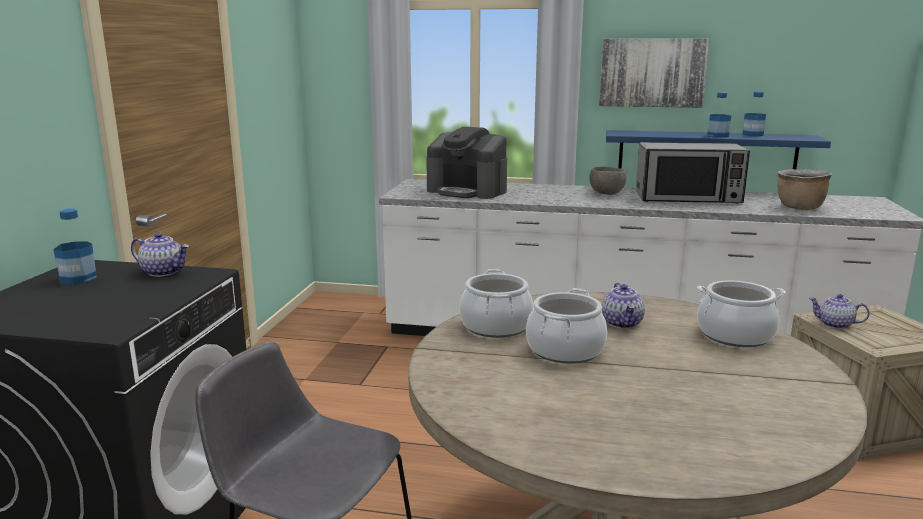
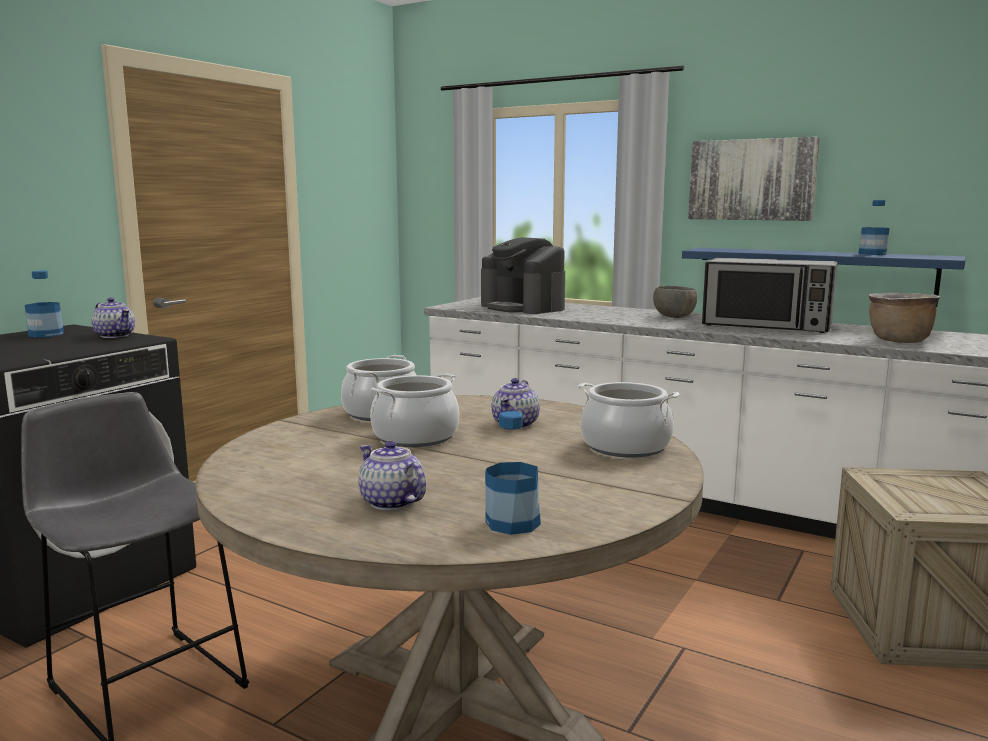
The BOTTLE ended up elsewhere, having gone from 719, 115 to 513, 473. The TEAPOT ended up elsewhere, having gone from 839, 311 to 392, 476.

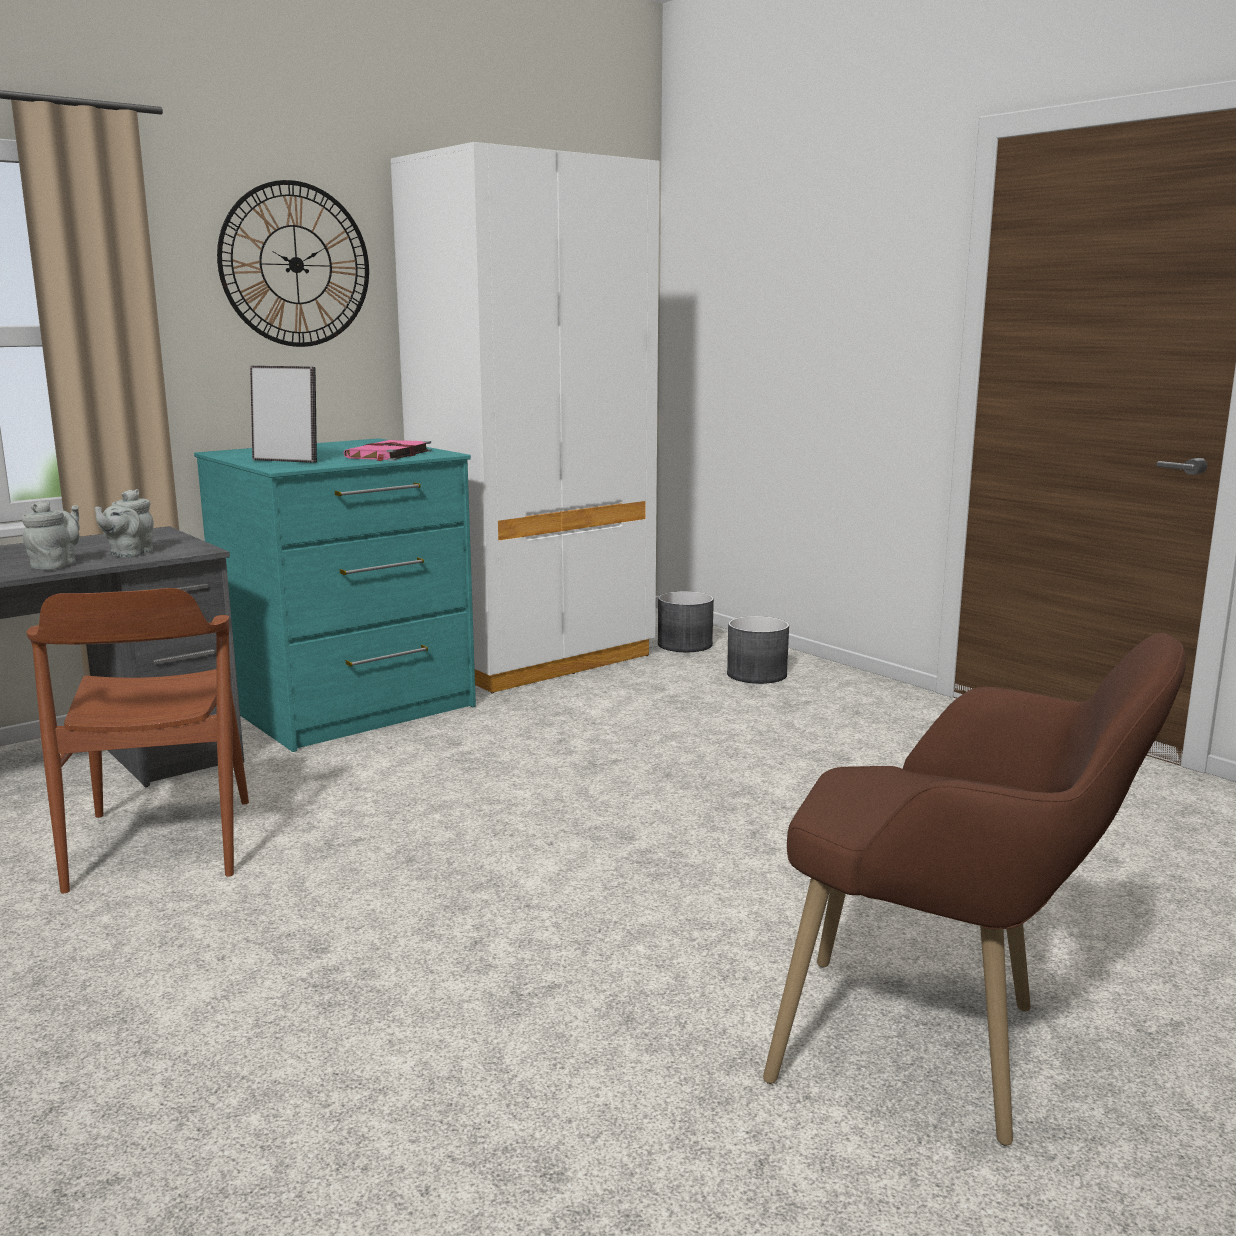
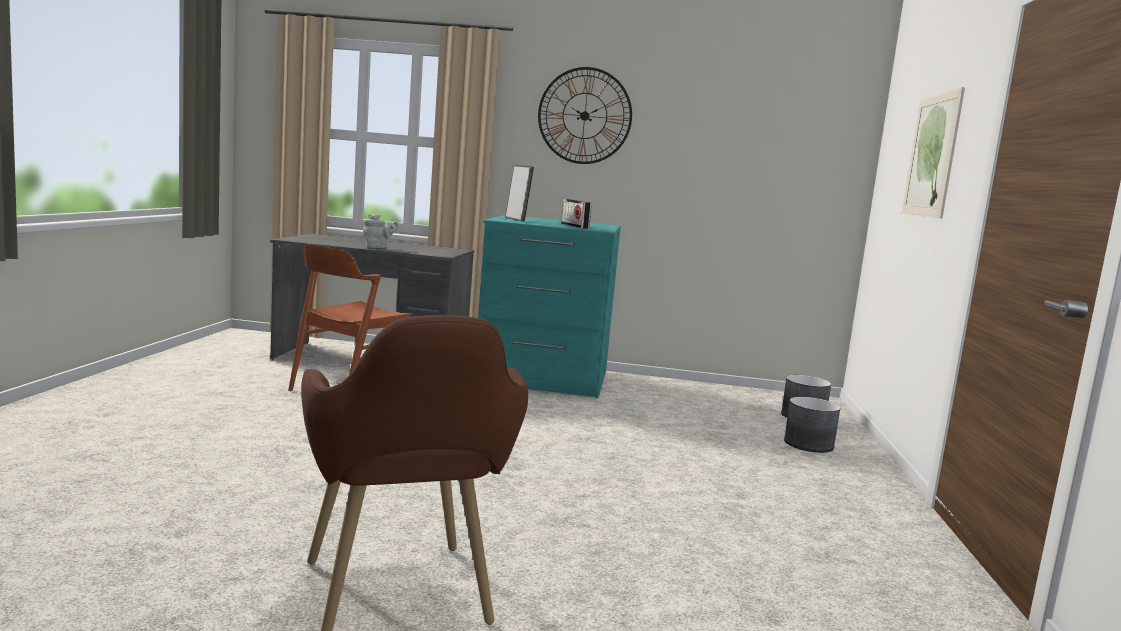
The second view lost the WHITE WARDROBE at 525, 418. Where the PINK BOOK stood at 388, 450, the RADIO came to stand at 576, 214. The second view lost the GREY TEAPOT at 124, 523. The second view gained the PICTURE at 933, 152.

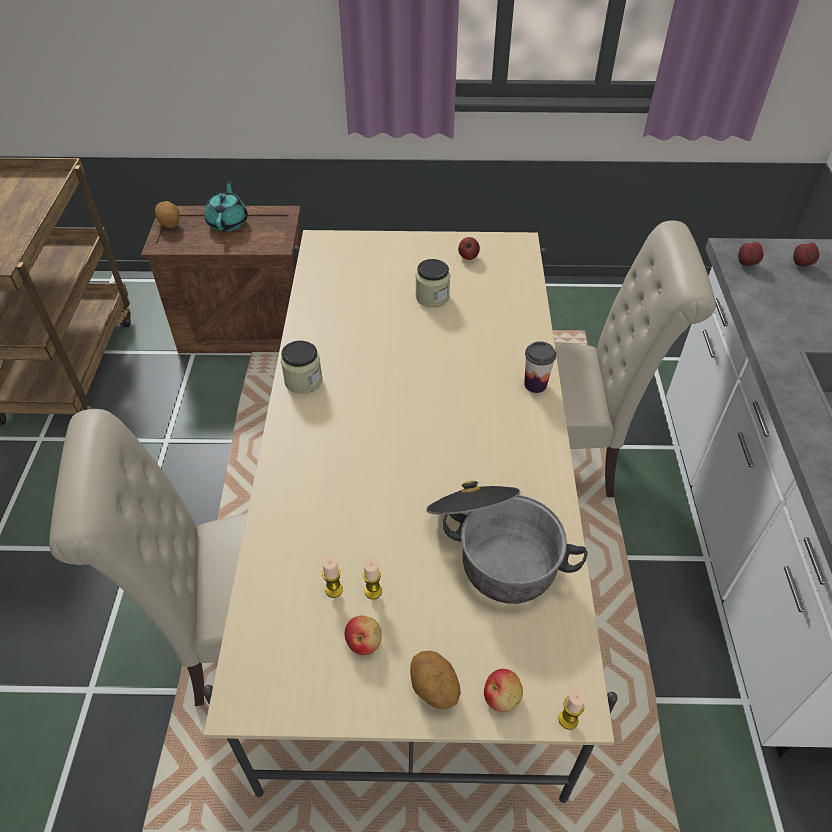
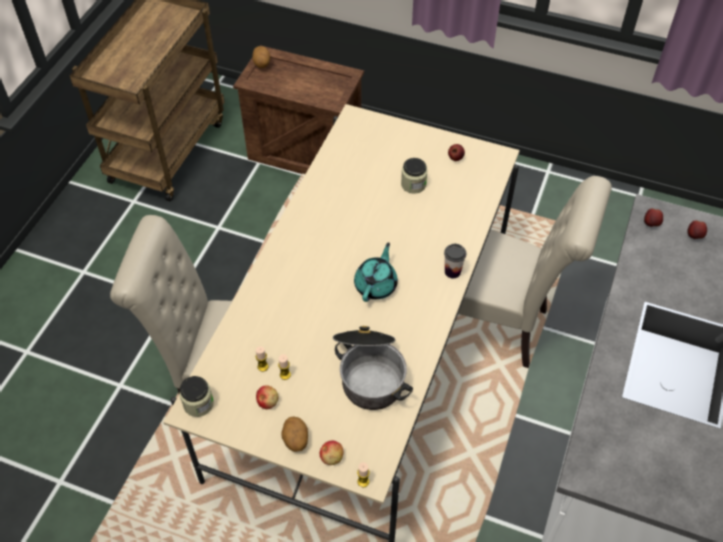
The TURQUOISE TEAPOT ended up elsewhere, having gone from 226, 206 to 376, 272. The JAR ended up elsewhere, having gone from 301, 367 to 196, 396.

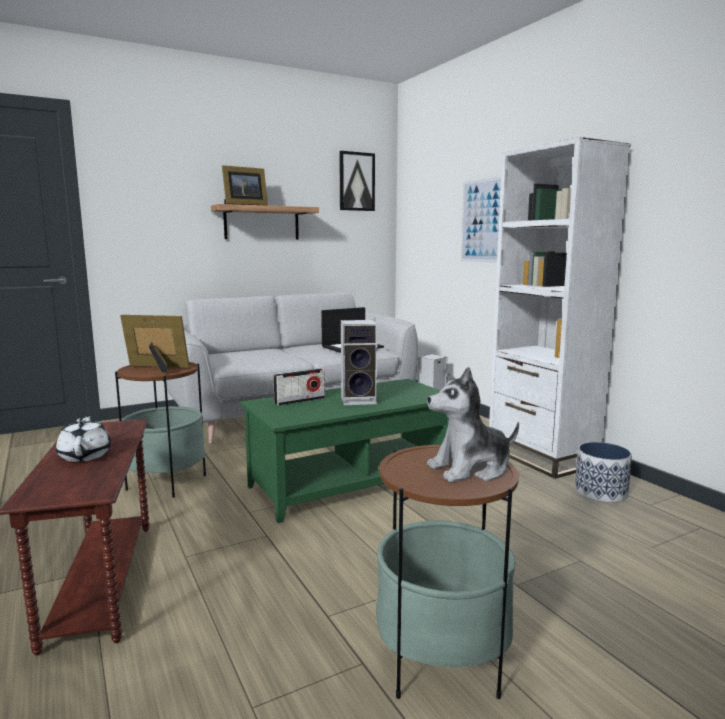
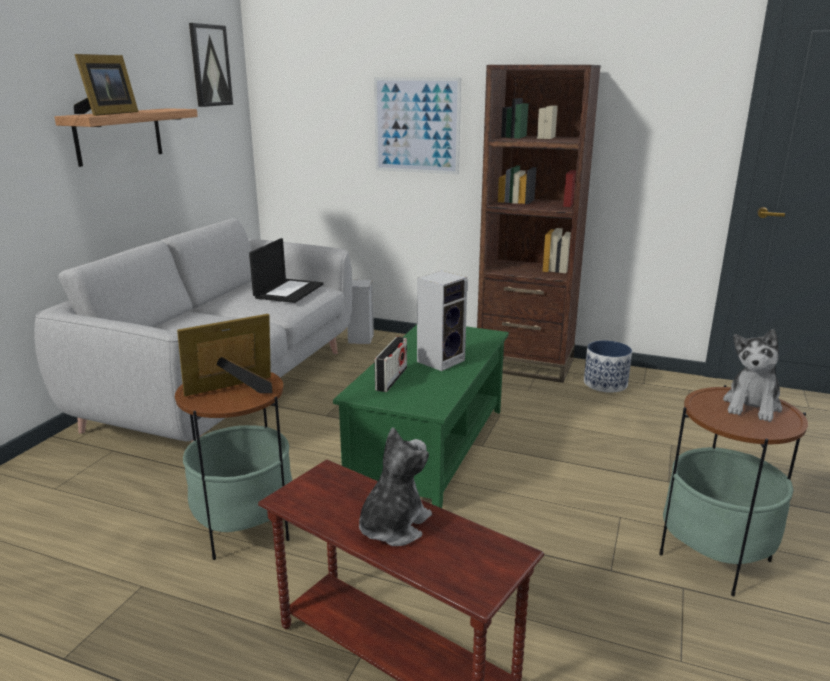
What was the WHITE BOOKCASE at 560, 308 turned into the BROWN BOOKCASE at 539, 224. Where the WHITE TEAPOT stood at 83, 438, the PLUSH TOY came to stand at 395, 487.

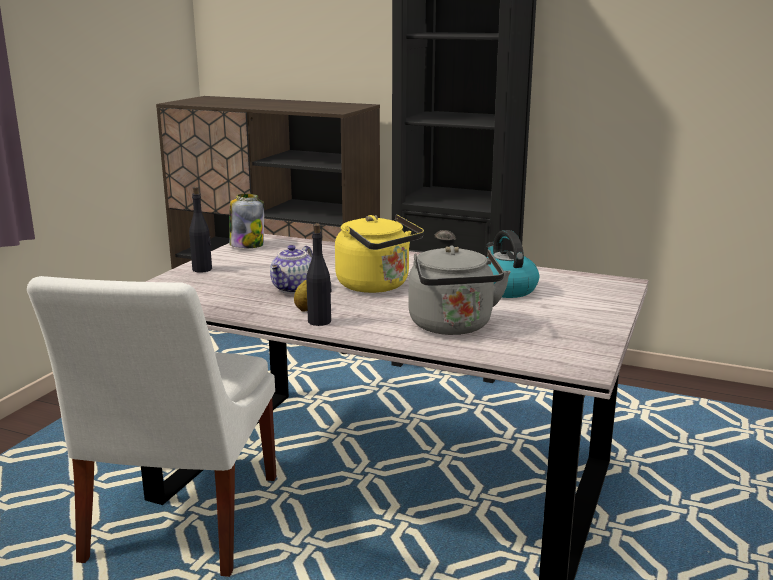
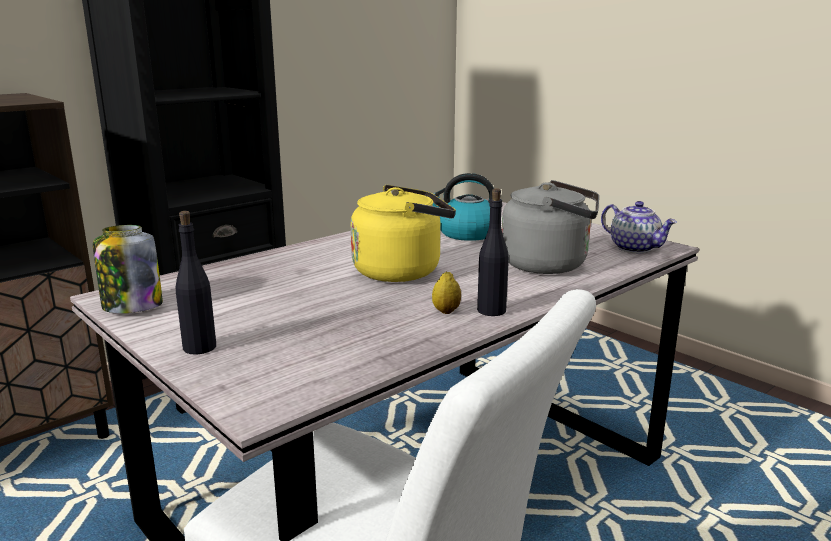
The TEAPOT ended up elsewhere, having gone from 291, 269 to 639, 227.

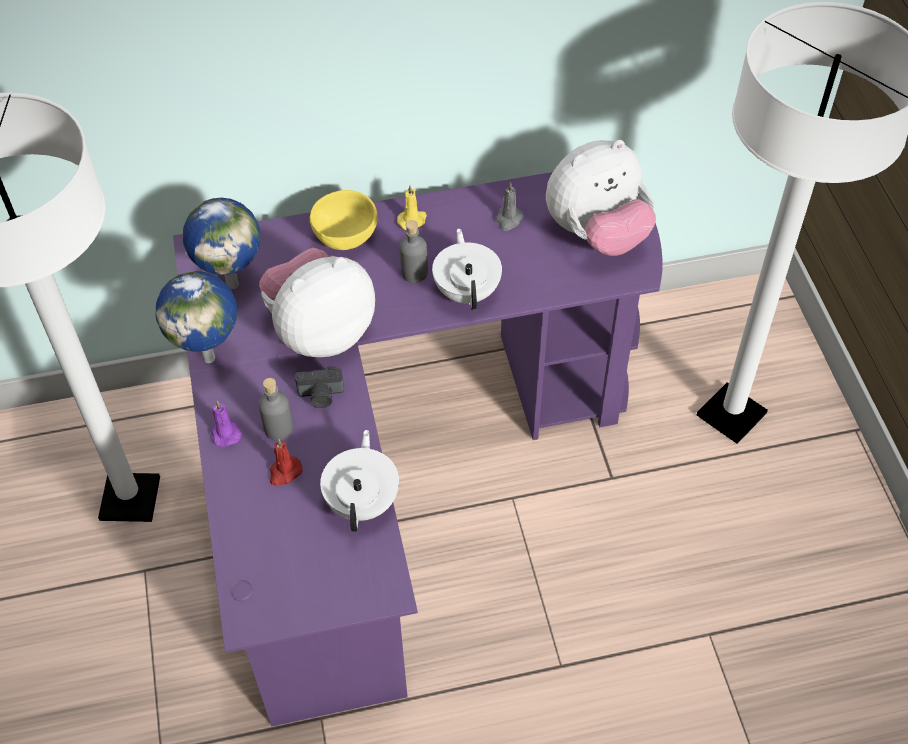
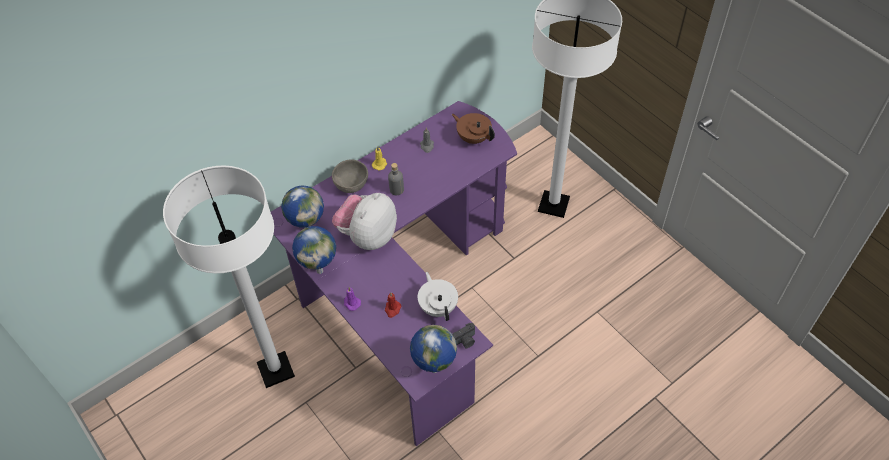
Where the PLUSH TOY stood at 601, 198, the BROWN TEAPOT came to stand at 473, 128. What was the YELLOW BOWL at 344, 220 turned into the GREY BOWL at 350, 176. The second view lost the WHITE TEAPOT at 467, 269. The PHOTO CAMERA ended up elsewhere, having gone from 319, 387 to 463, 335. The second view lost the GREY BOTTLE at 276, 409. The second view gained the GLOBE at 433, 349.

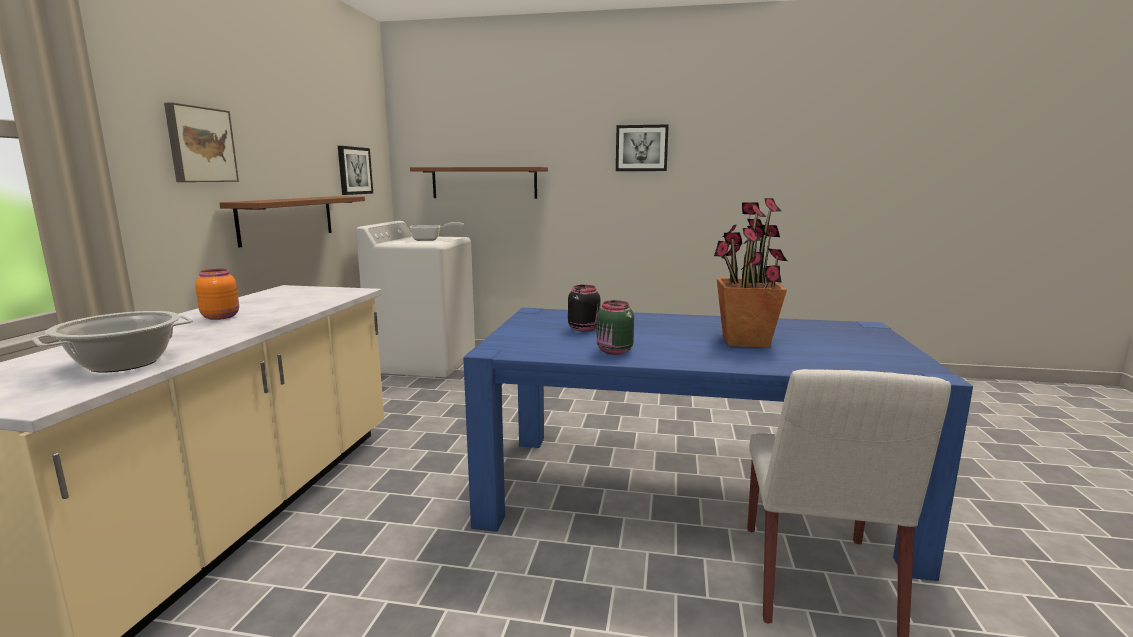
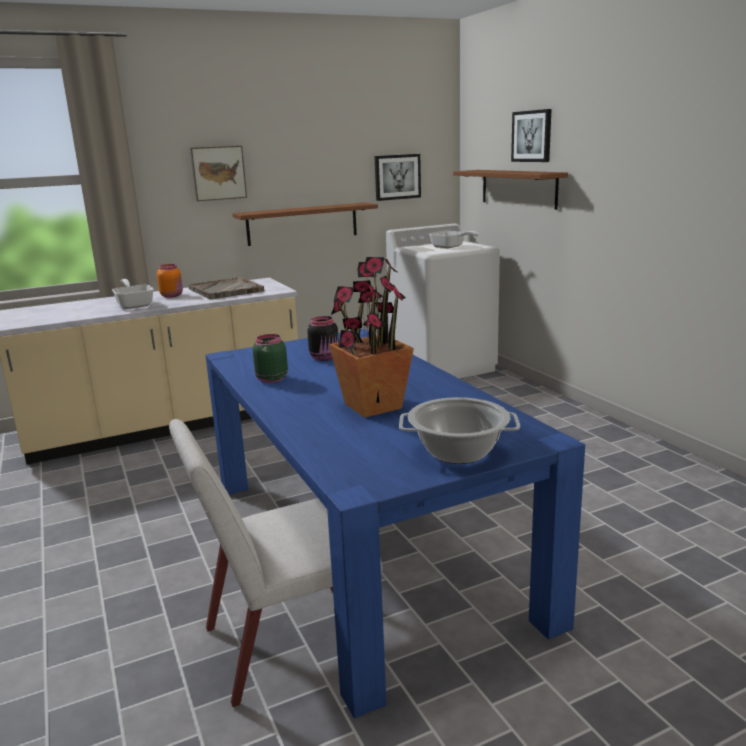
The PICTURE ended up elsewhere, having gone from 642, 147 to 531, 135. The COOKING POT ended up elsewhere, having gone from 112, 342 to 459, 430. The second view gained the GREY TRAY at 226, 288. The second view gained the FRYING PAN at 133, 294.

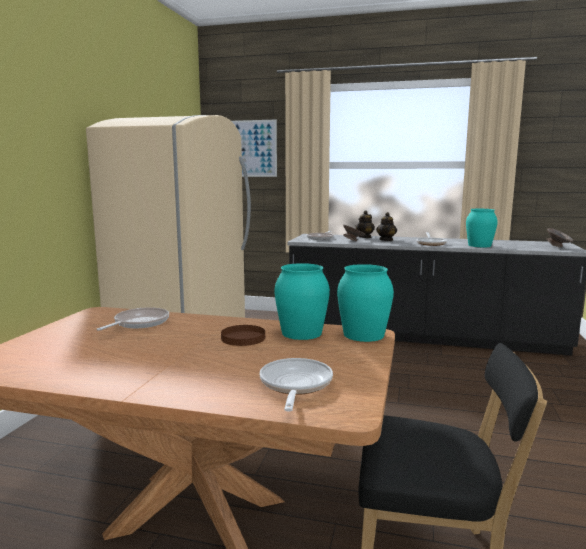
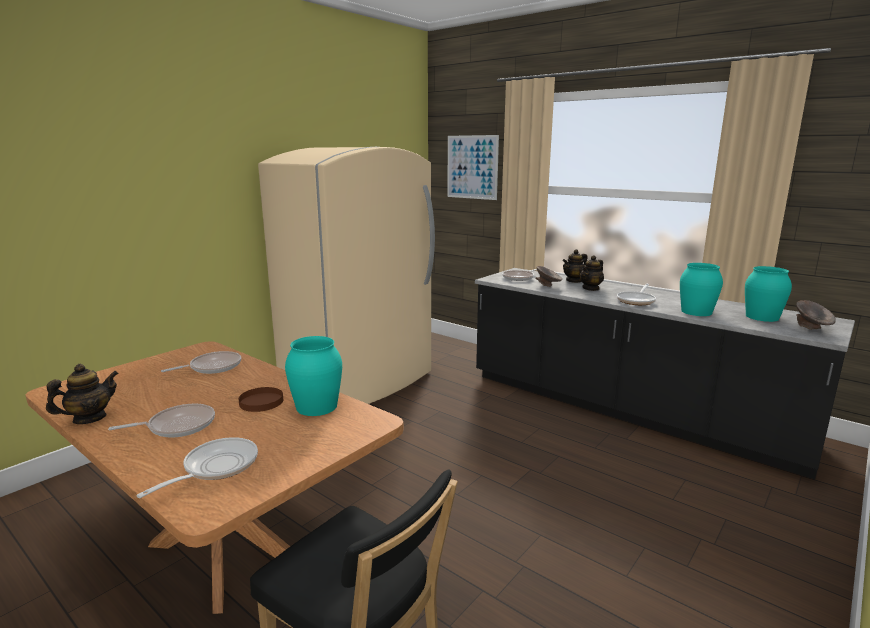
The TURQUOISE VASE ended up elsewhere, having gone from 365, 303 to 768, 294. The second view gained the TEAPOT at 82, 394. The second view gained the FRYING PAN at 161, 421.

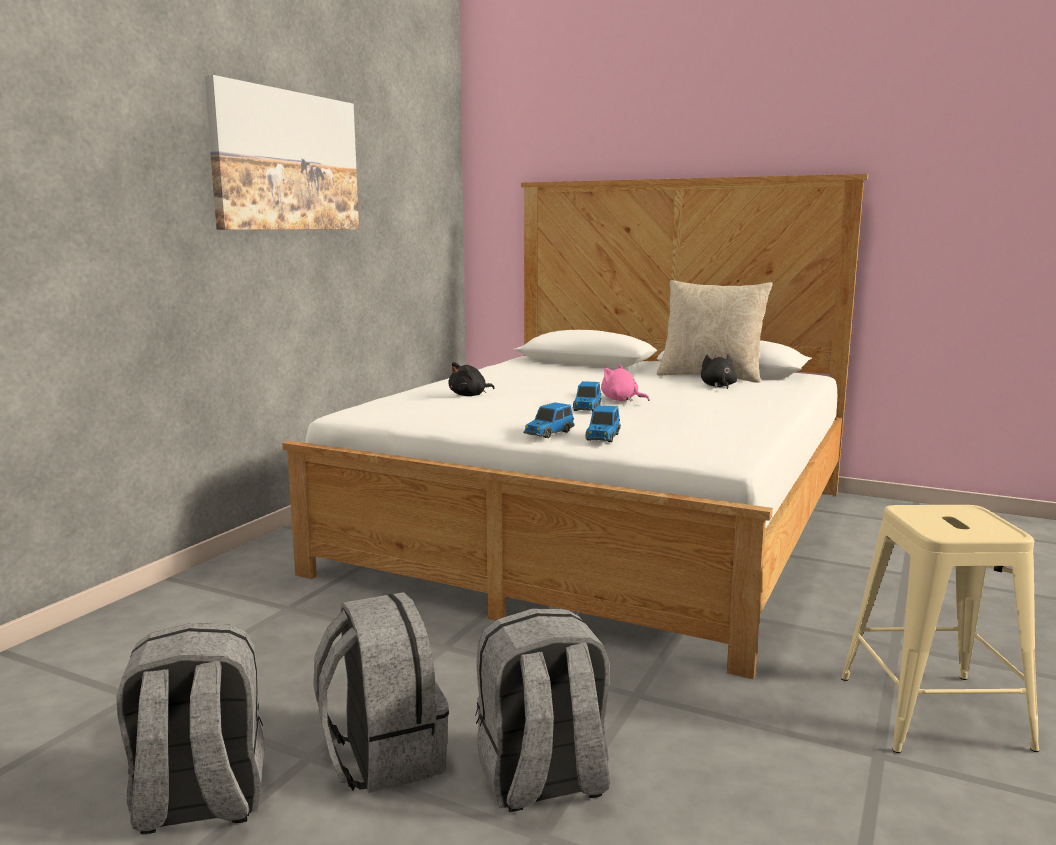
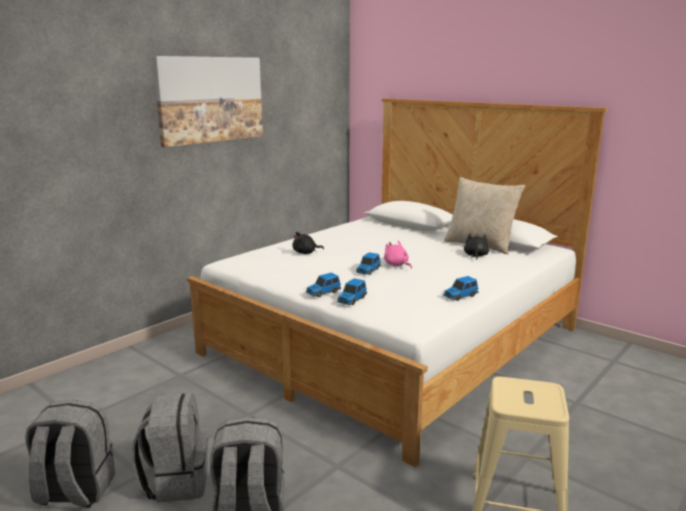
The second view gained the TOY CAR at 460, 288.

